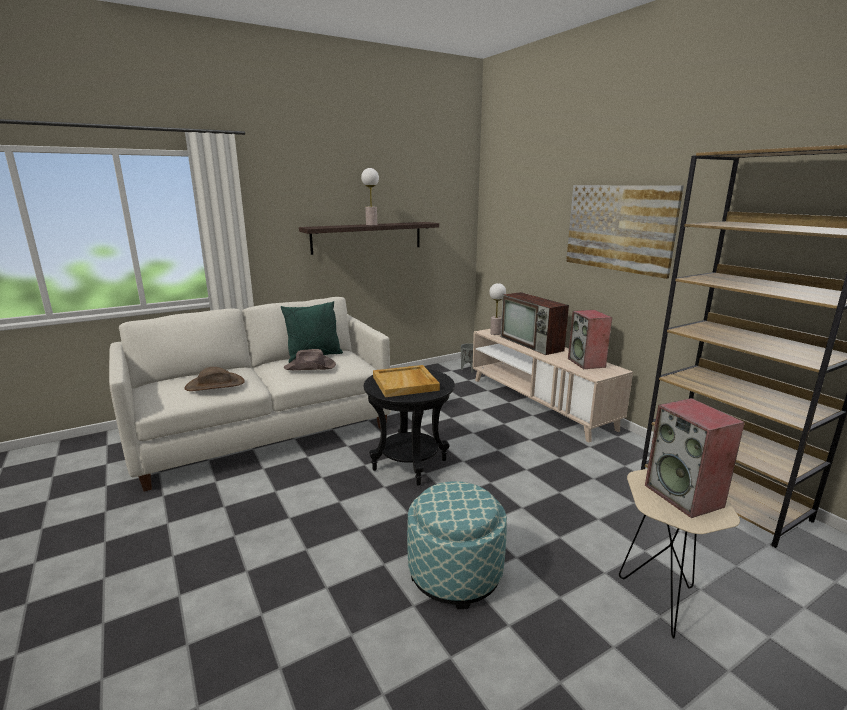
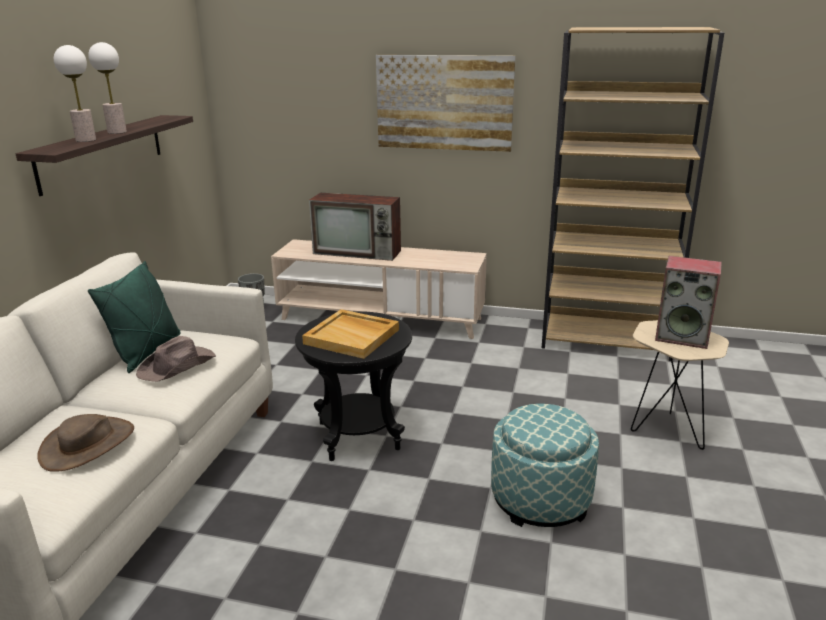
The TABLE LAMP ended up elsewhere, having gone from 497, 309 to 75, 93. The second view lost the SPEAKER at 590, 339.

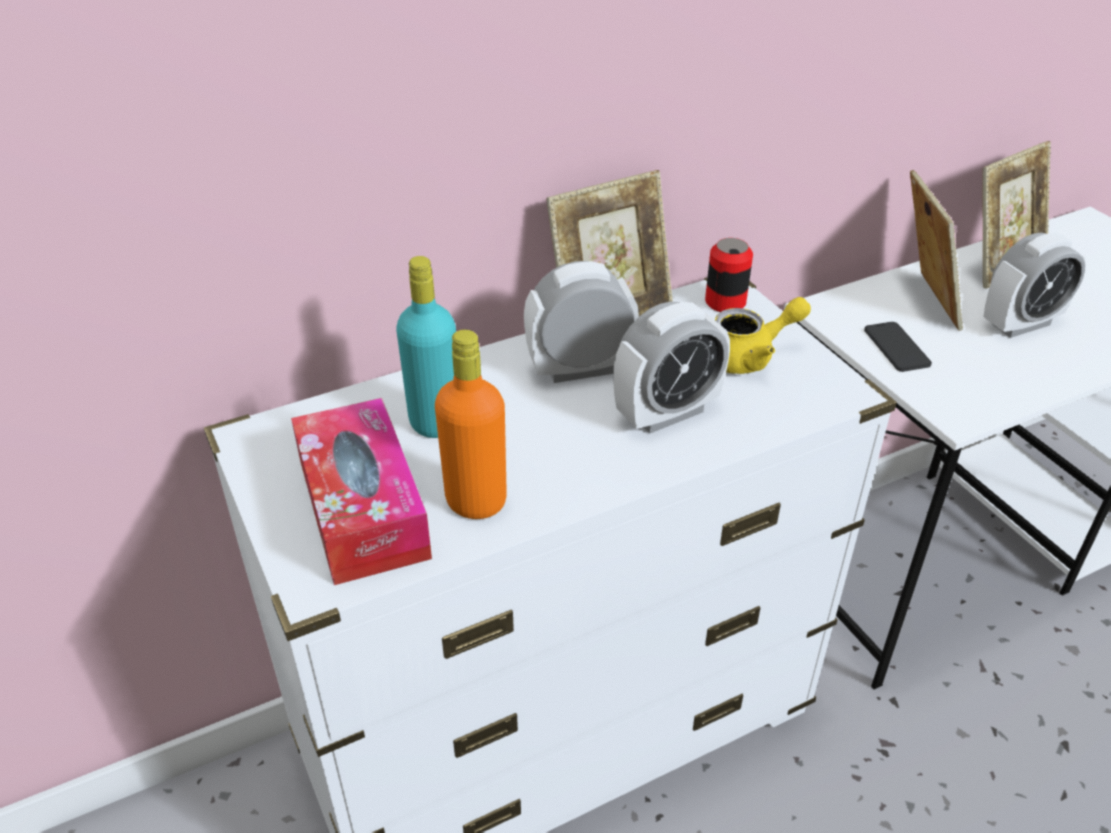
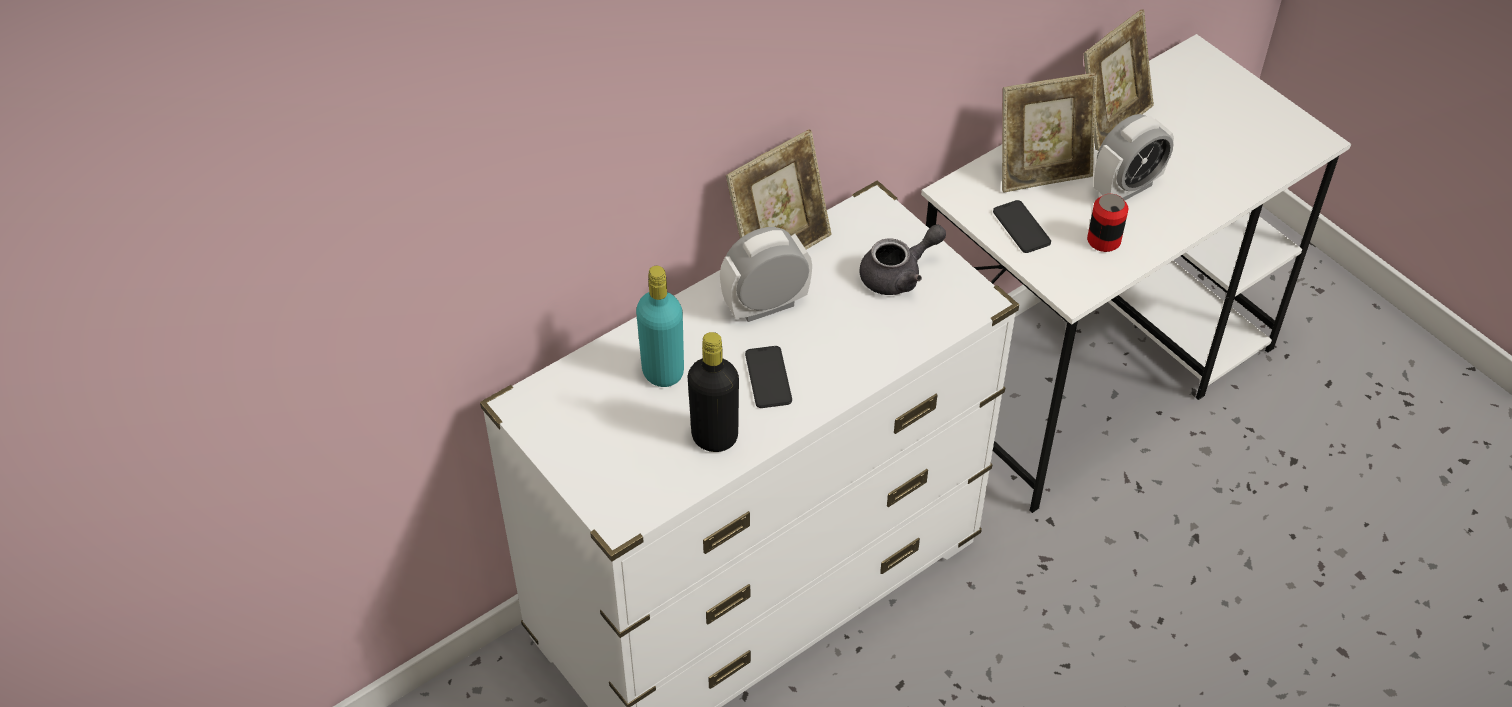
The PICTURE FRAME at 936, 250 ended up facing another way, 90 degrees clockwise from before. The CAN ended up elsewhere, having gone from 729, 275 to 1107, 223. What was the YELLOW TEAPOT at 763, 335 turned into the GREY TEAPOT at 902, 259. The second view lost the ALARM CLOCK at 671, 367. What was the ORANGE BOTTLE at 471, 424 turned into the BLACK BOTTLE at 713, 392. The second view lost the TISSUE BOX at 361, 491. The second view gained the PHONE at 768, 377.

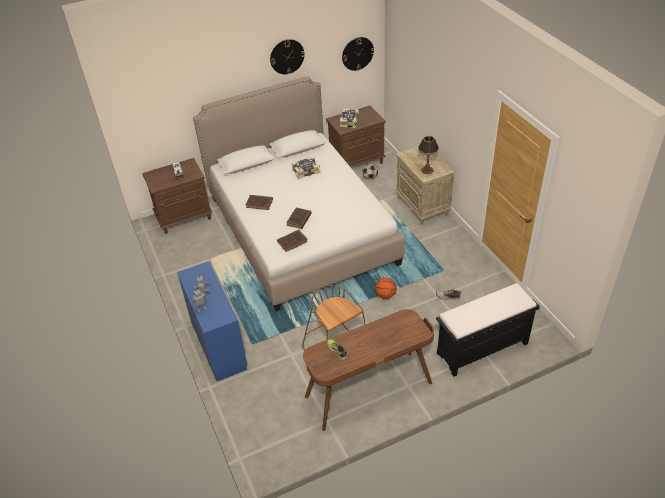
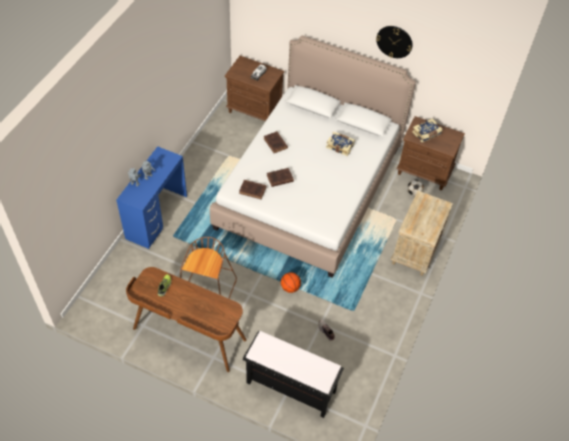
The second view lost the WALL CLOCK at 358, 54. The second view lost the TABLE LAMP at 428, 155.

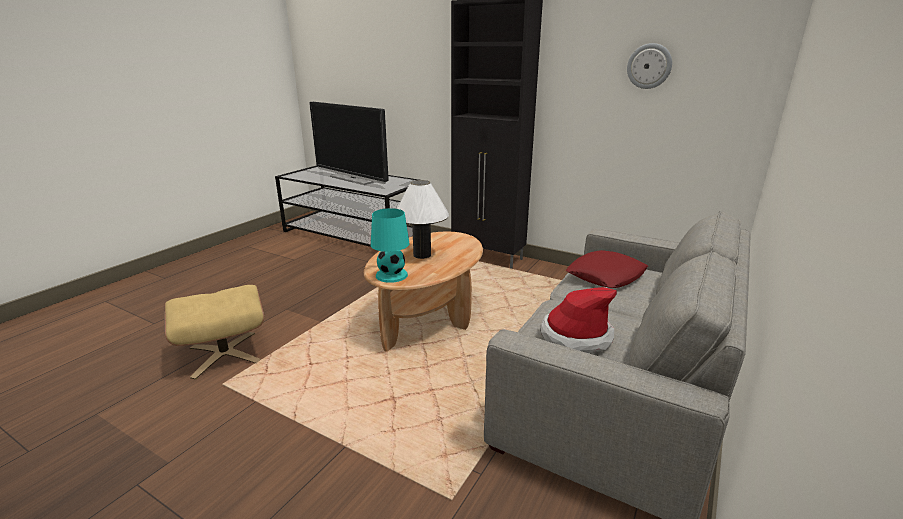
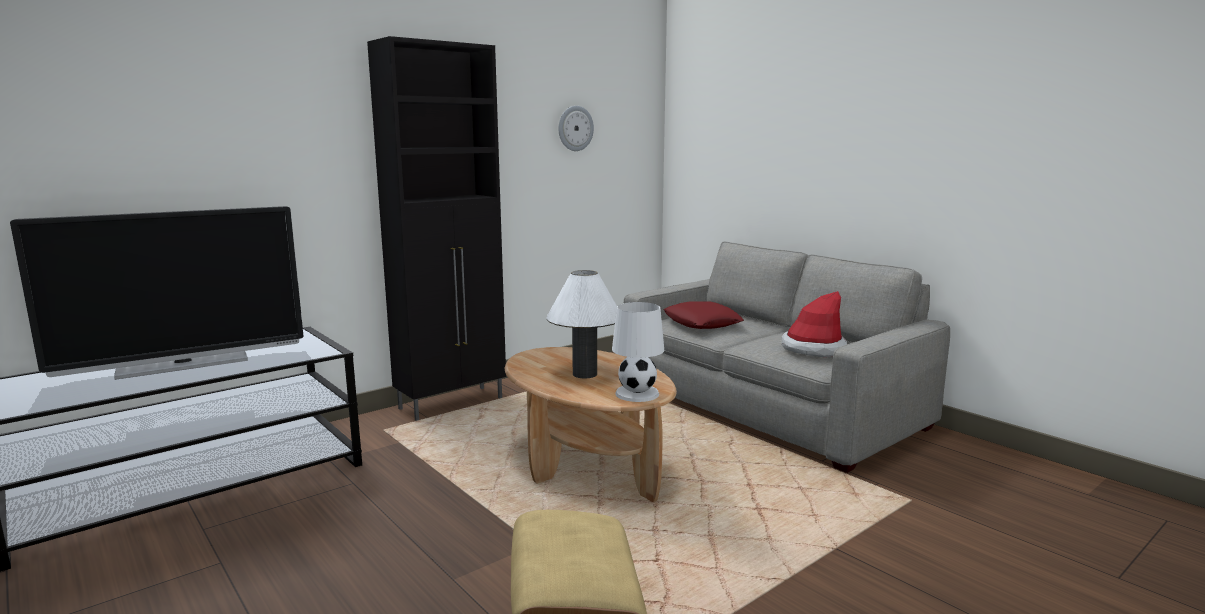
What was the TURQUOISE TABLE LAMP at 390, 245 turned into the WHITE TABLE LAMP at 638, 352.

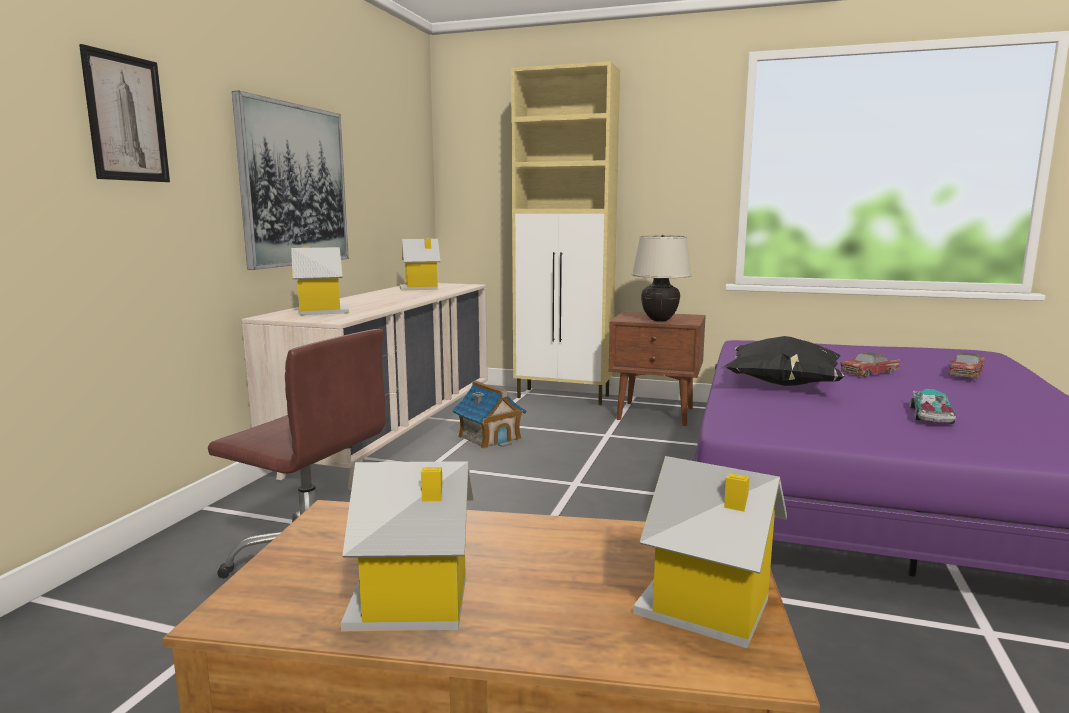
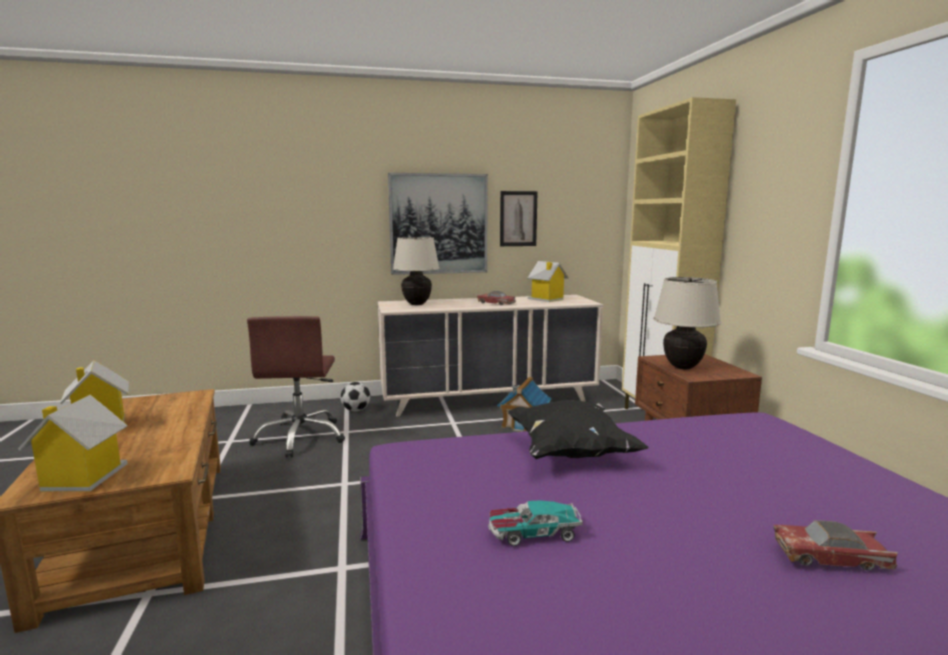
The PICTURE ended up elsewhere, having gone from 124, 113 to 519, 218. Where the TOY HOUSE stood at 320, 280, the BEIGE TABLE LAMP came to stand at 416, 271. The TOY CAR ended up elsewhere, having gone from 870, 364 to 496, 298. The second view gained the FOOTBALL at 355, 396.

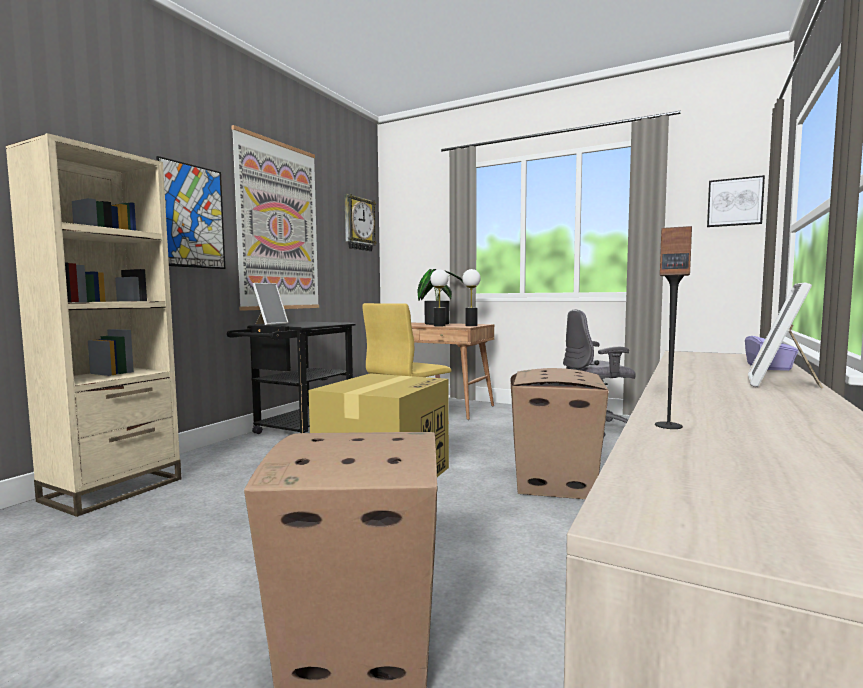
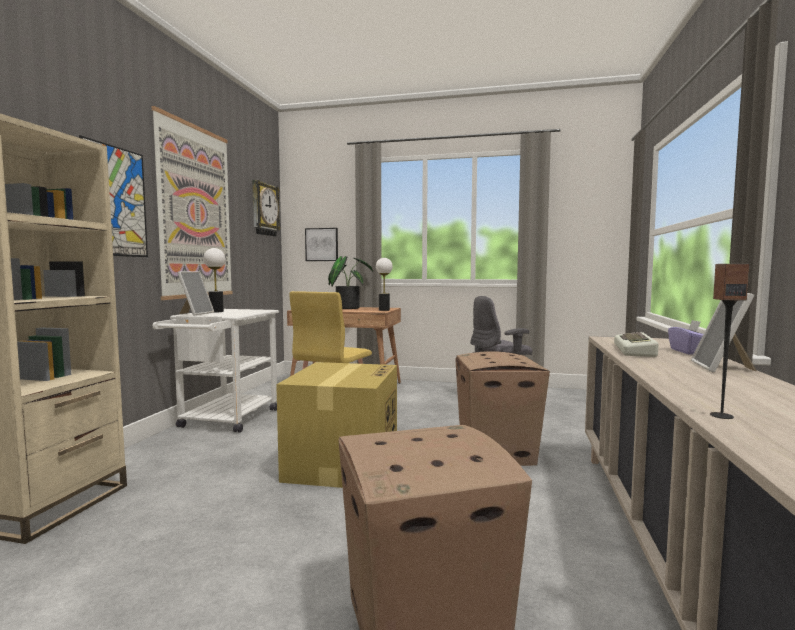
The PICTURE ended up elsewhere, having gone from 736, 201 to 321, 244. The TABLE LAMP ended up elsewhere, having gone from 439, 297 to 214, 280. What was the BLACK CART at 291, 378 turned into the WHITE CART at 216, 371. The second view gained the KEYBOARD at 636, 344.

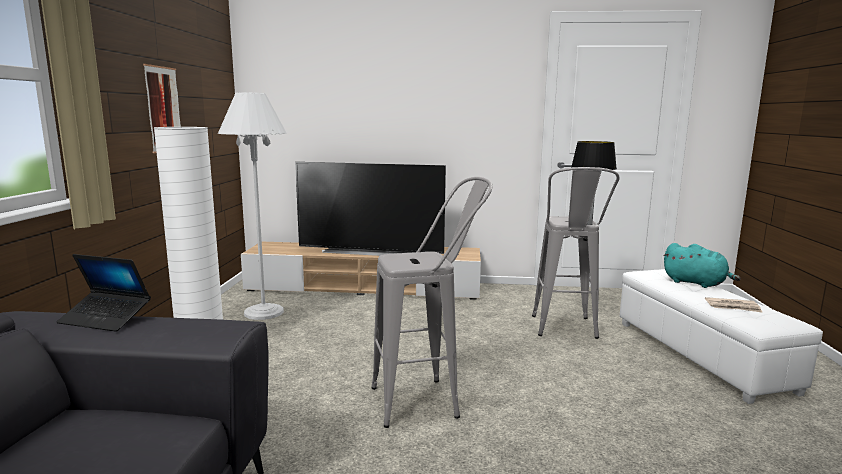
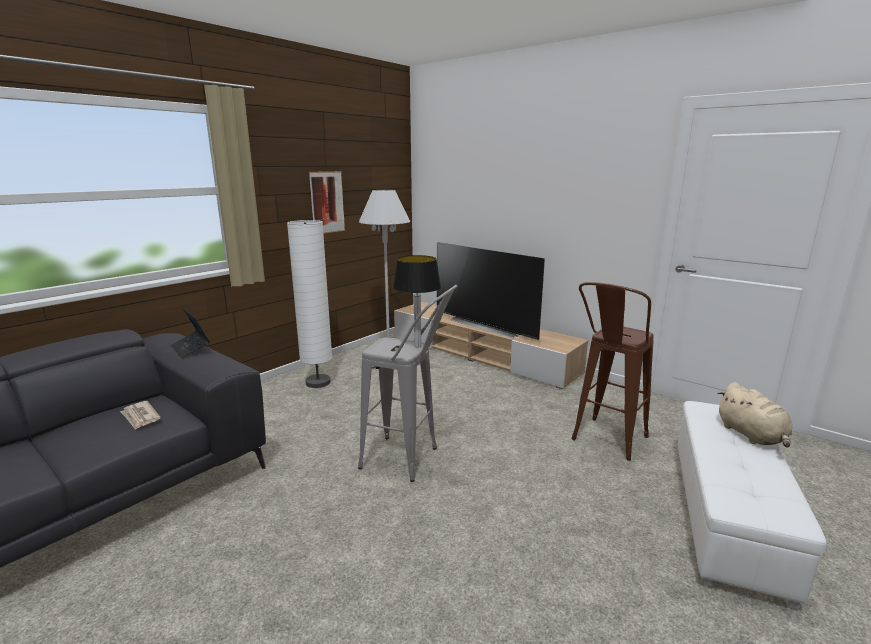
The TABLE LAMP ended up elsewhere, having gone from 594, 183 to 417, 301. What was the GREY STOOL at 576, 253 turned into the BROWN STOOL at 612, 371. What was the TURQUOISE PLUSH TOY at 702, 265 turned into the BEIGE PLUSH TOY at 755, 414. The NEWSPAPER ended up elsewhere, having gone from 734, 305 to 140, 415.

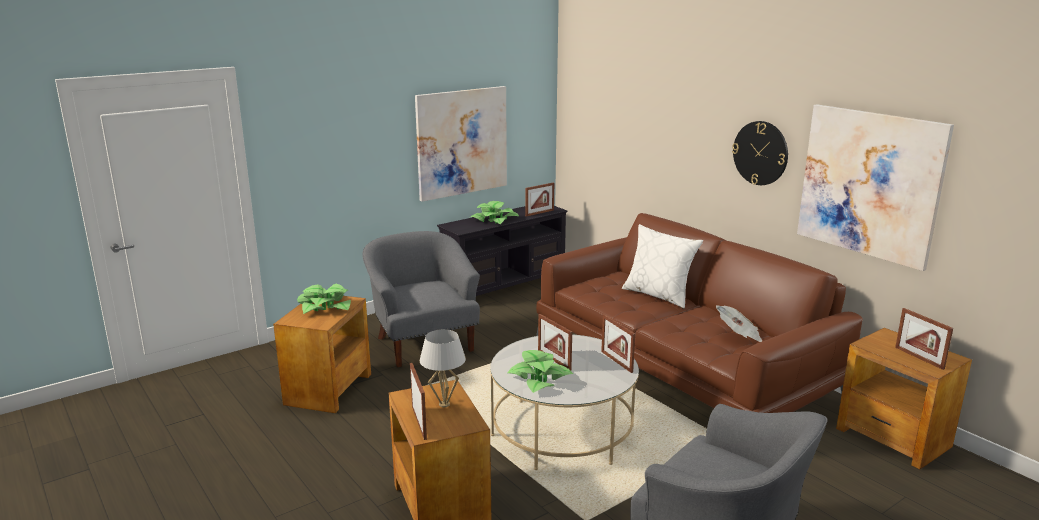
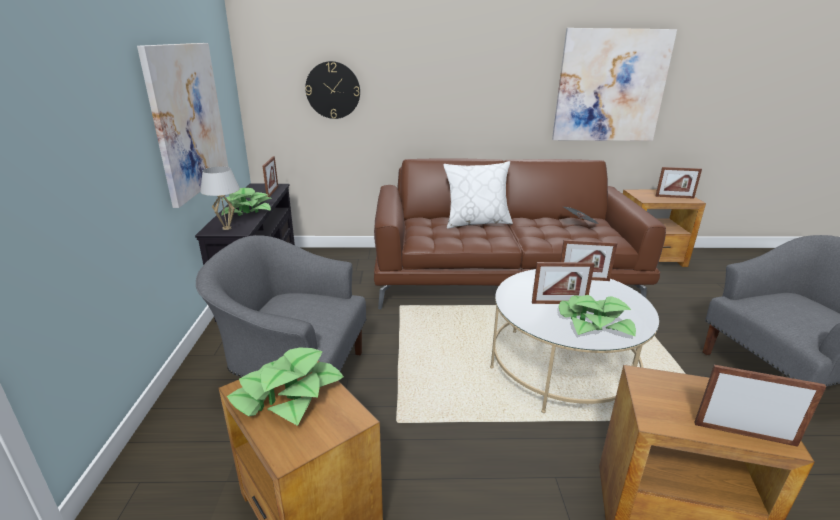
The WALL CLOCK ended up elsewhere, having gone from 760, 153 to 332, 90. The WHITE TABLE LAMP ended up elsewhere, having gone from 443, 368 to 220, 198.

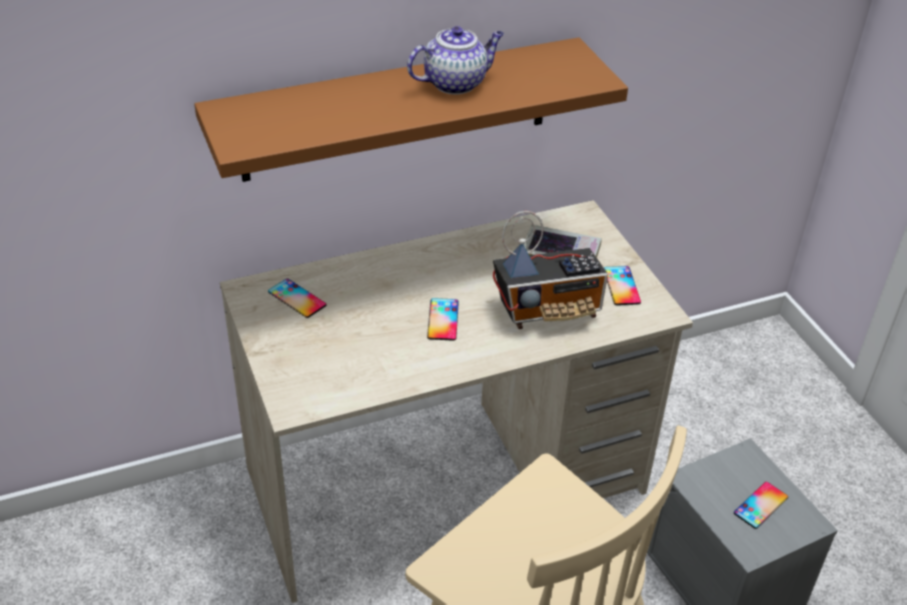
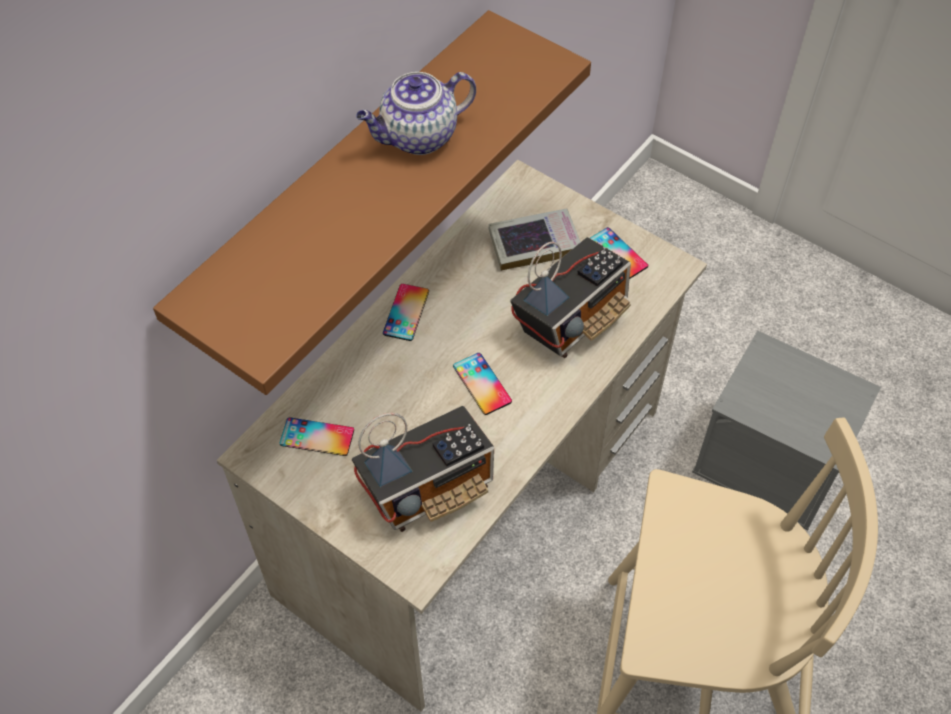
The TEAPOT at 455, 60 ended up facing another way, 150 degrees counterclockwise from before. The PHONE ended up elsewhere, having gone from 761, 505 to 406, 312. The second view gained the RADIO at 423, 469.

